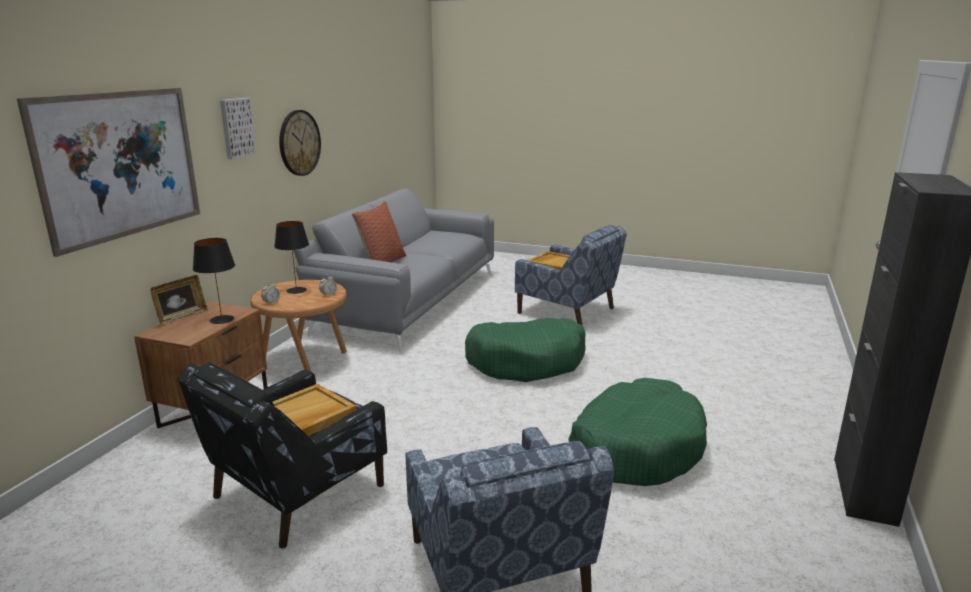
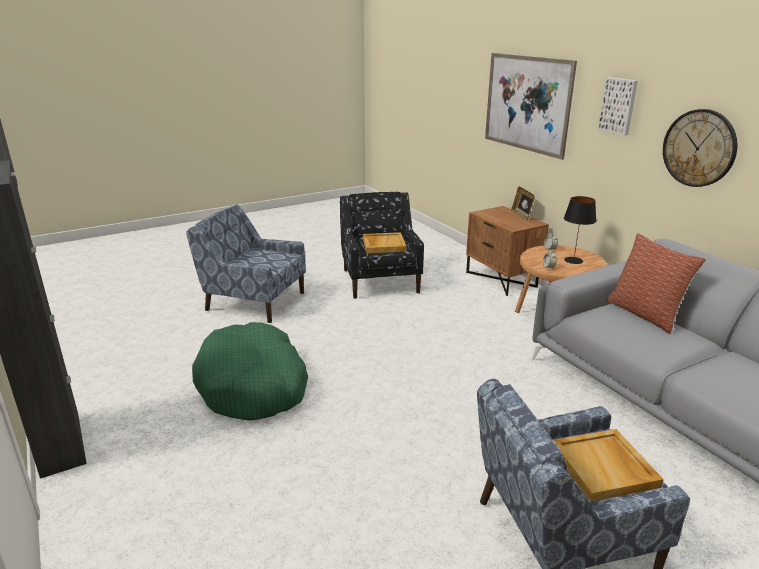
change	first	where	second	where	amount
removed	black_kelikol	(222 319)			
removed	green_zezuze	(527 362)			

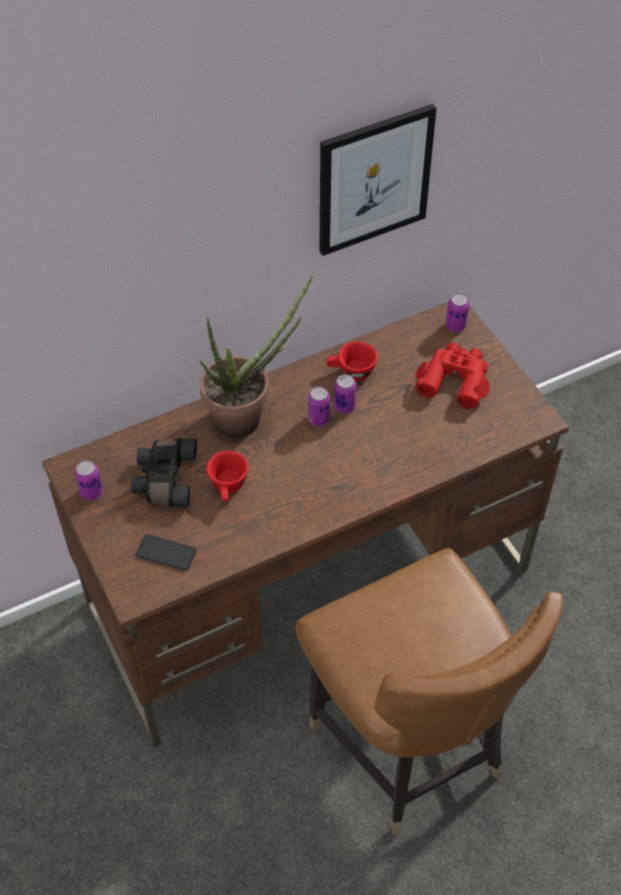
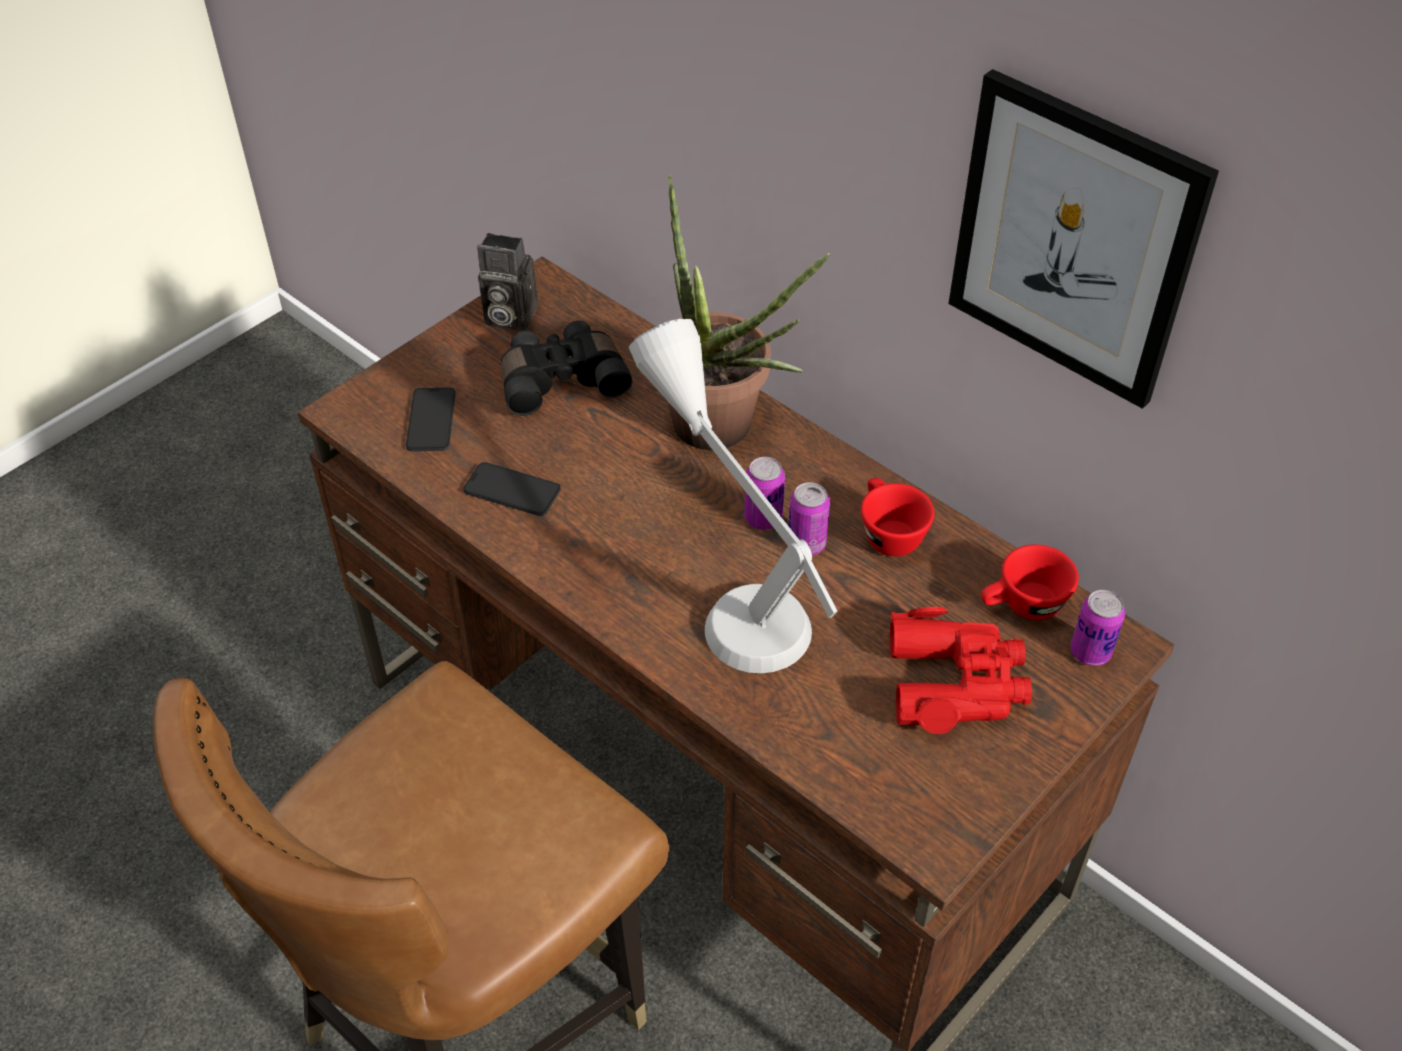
change	first	where	second	where	amount
replaced	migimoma	(91 492)	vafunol	(507 316)	
moved	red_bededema	(229 487)		(1022 606)	
added			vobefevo	(512 490)	
added			grey_kelikol	(731 591)	

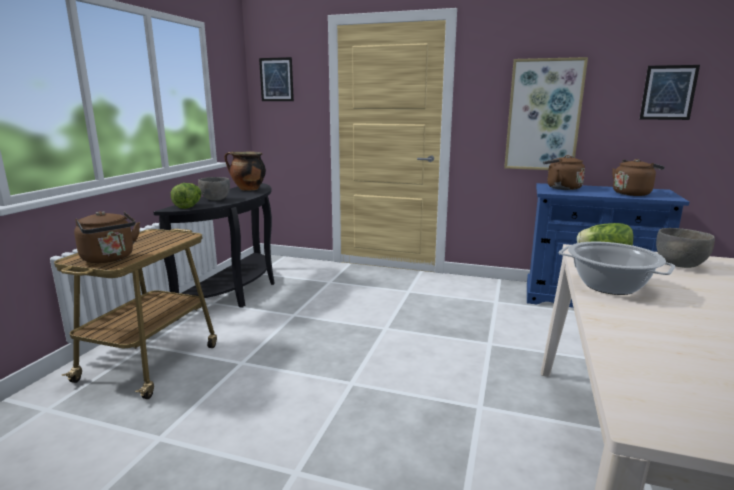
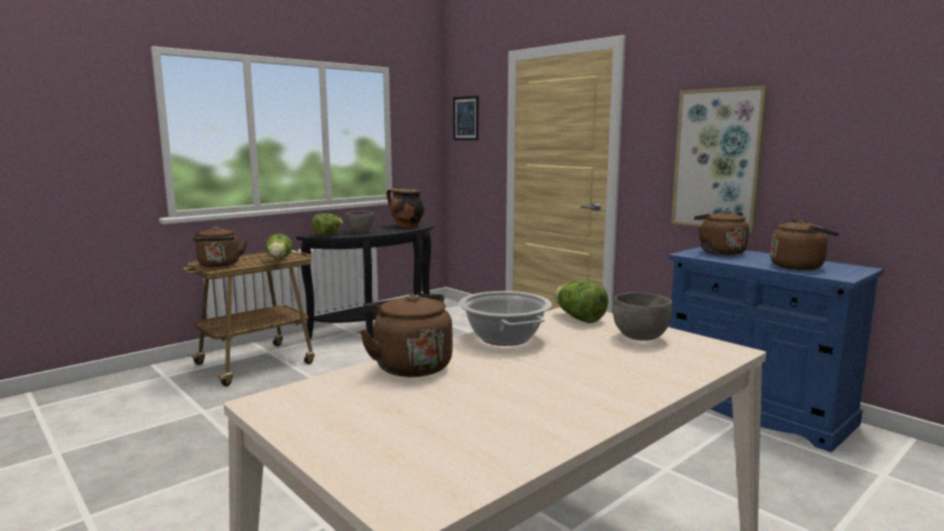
change	first	where	second	where	amount
removed	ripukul	(668 92)			
added			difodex	(279 259)	
added			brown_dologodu	(410 366)	

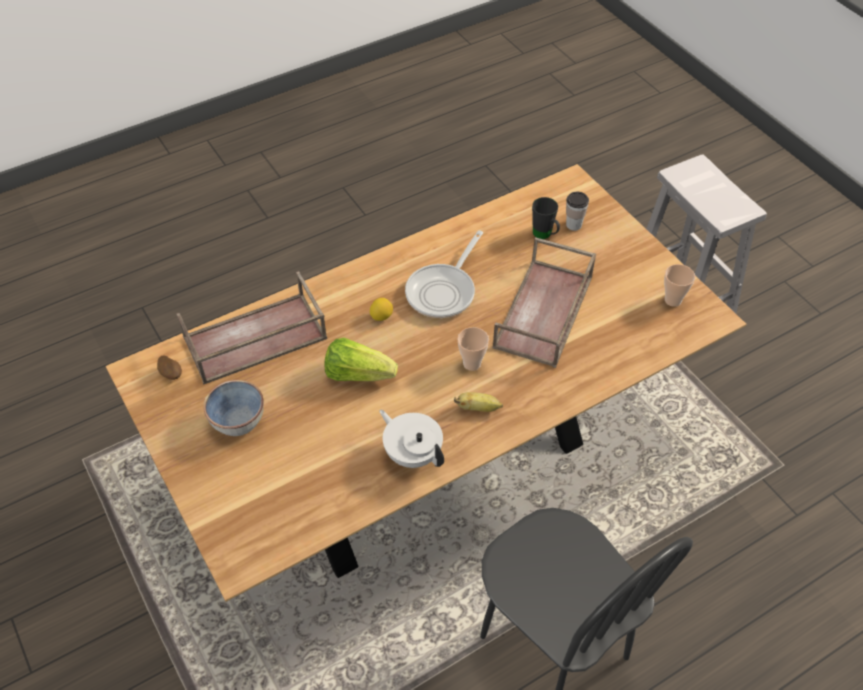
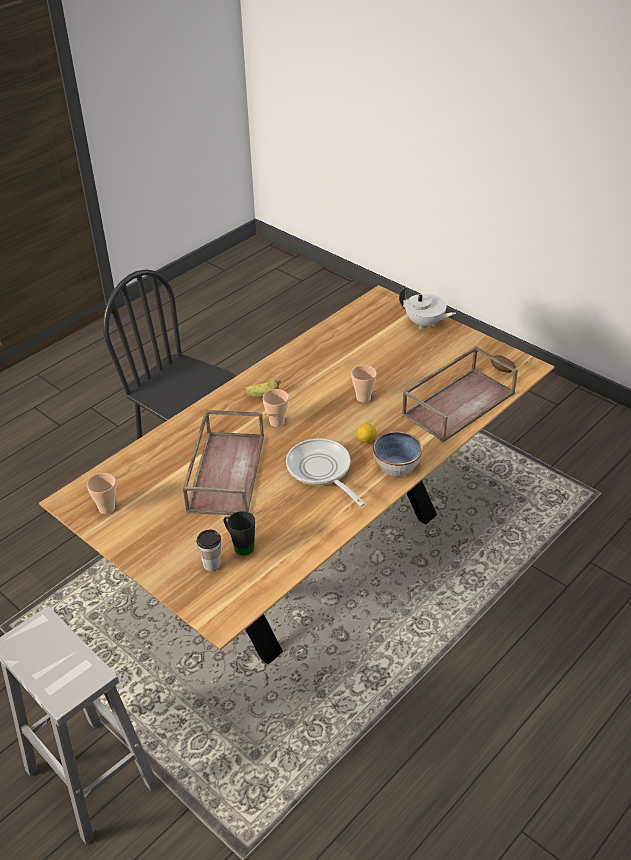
change	first	where	second	where	amount
moved	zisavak	(237 421)		(397 466)	
replaced	difodex	(358 374)	bededema	(363 398)	
moved	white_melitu	(412 453)		(425 323)	
turned	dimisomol	(444 291)		(321 471)	45 degrees counterclockwise

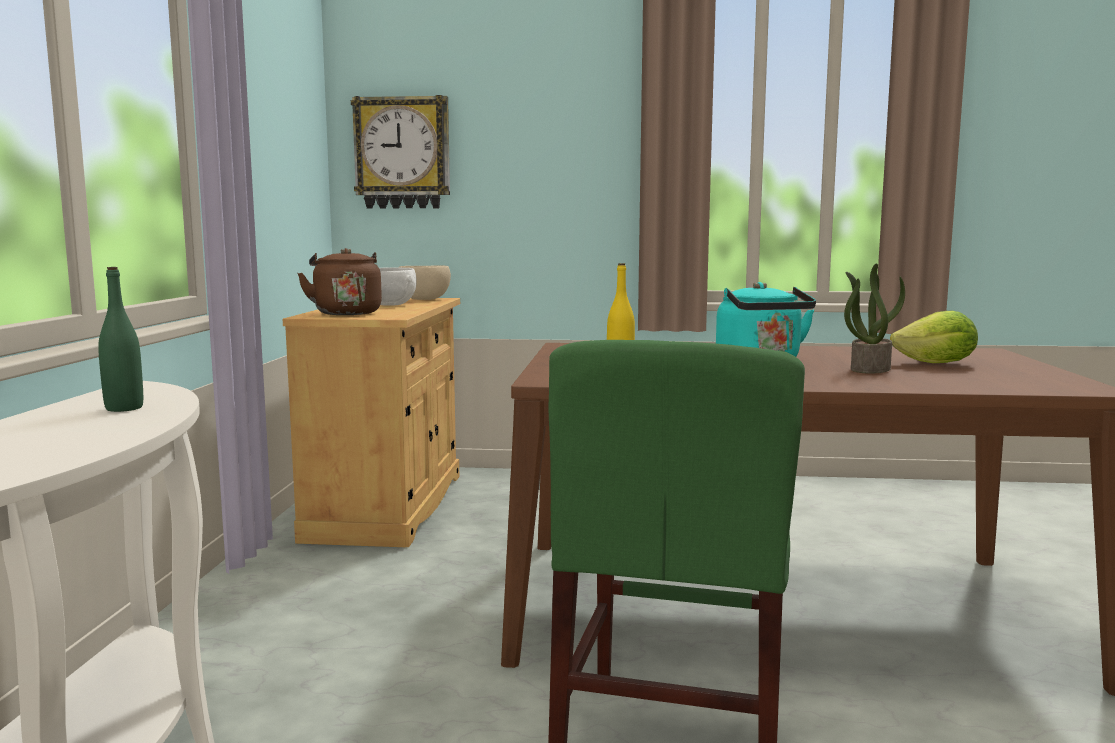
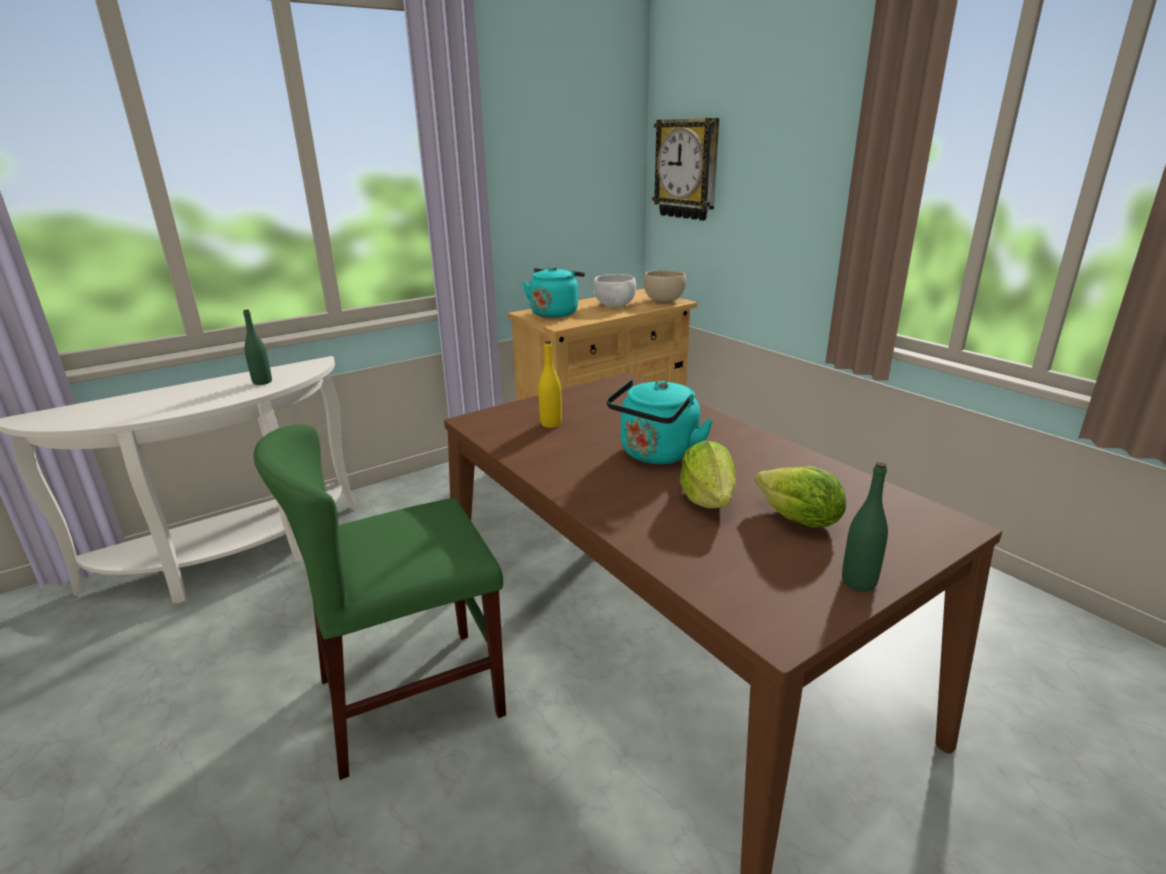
change	first	where	second	where	amount
recoloured	brown_dologodu	(346 313)	turquoise_dologodu	(555 313)	
replaced	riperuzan	(869 369)	difodex	(708 499)	
added			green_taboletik	(858 582)	

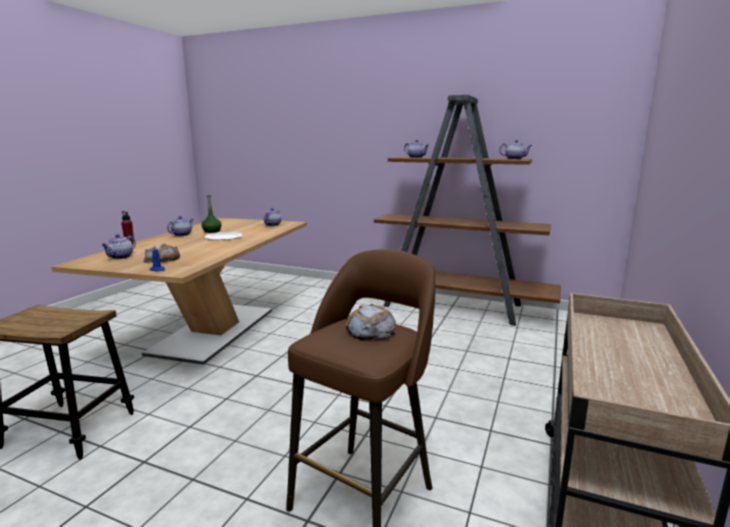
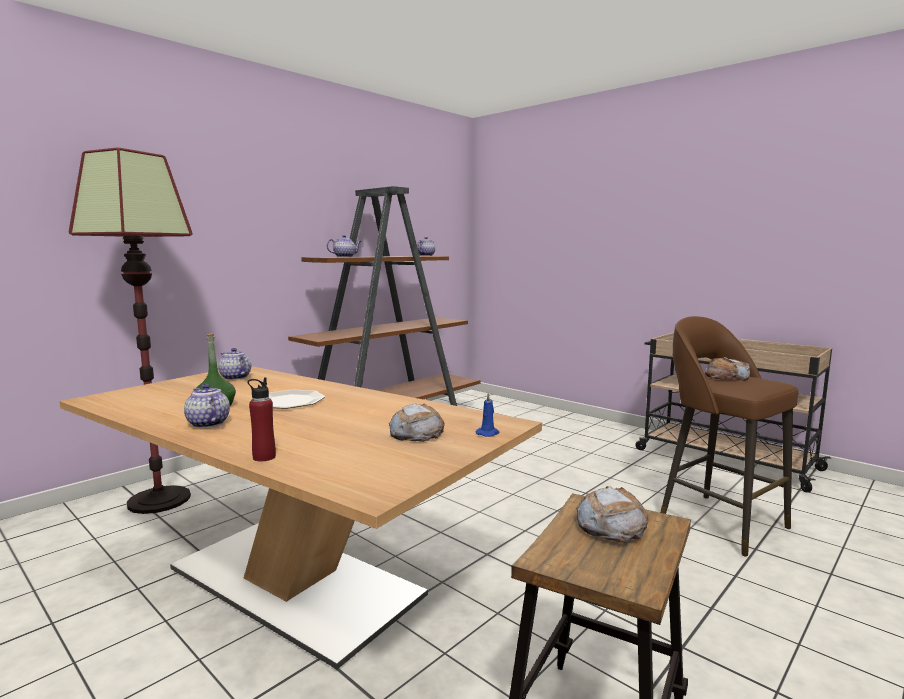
change	first	where	second	where	amount
removed	melitu	(120 257)			
added			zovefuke	(159 500)	
added			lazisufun	(610 523)	

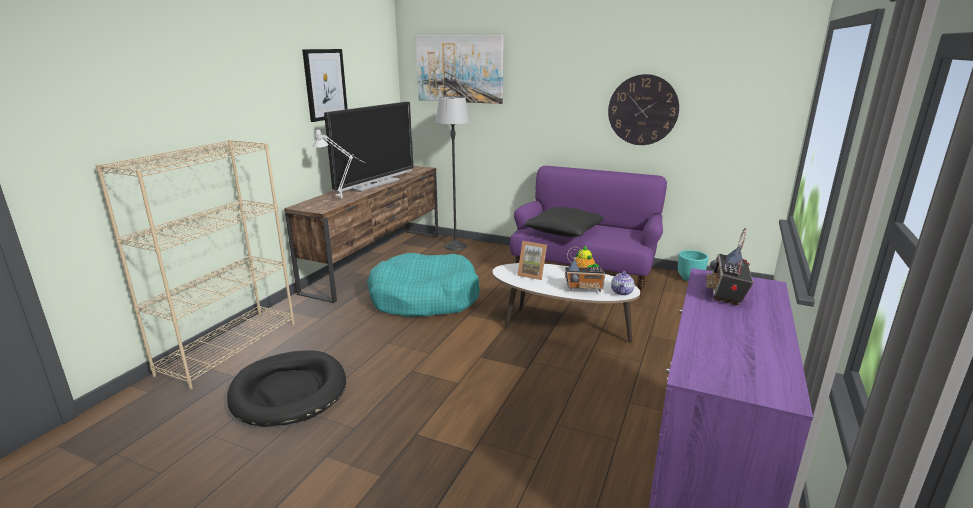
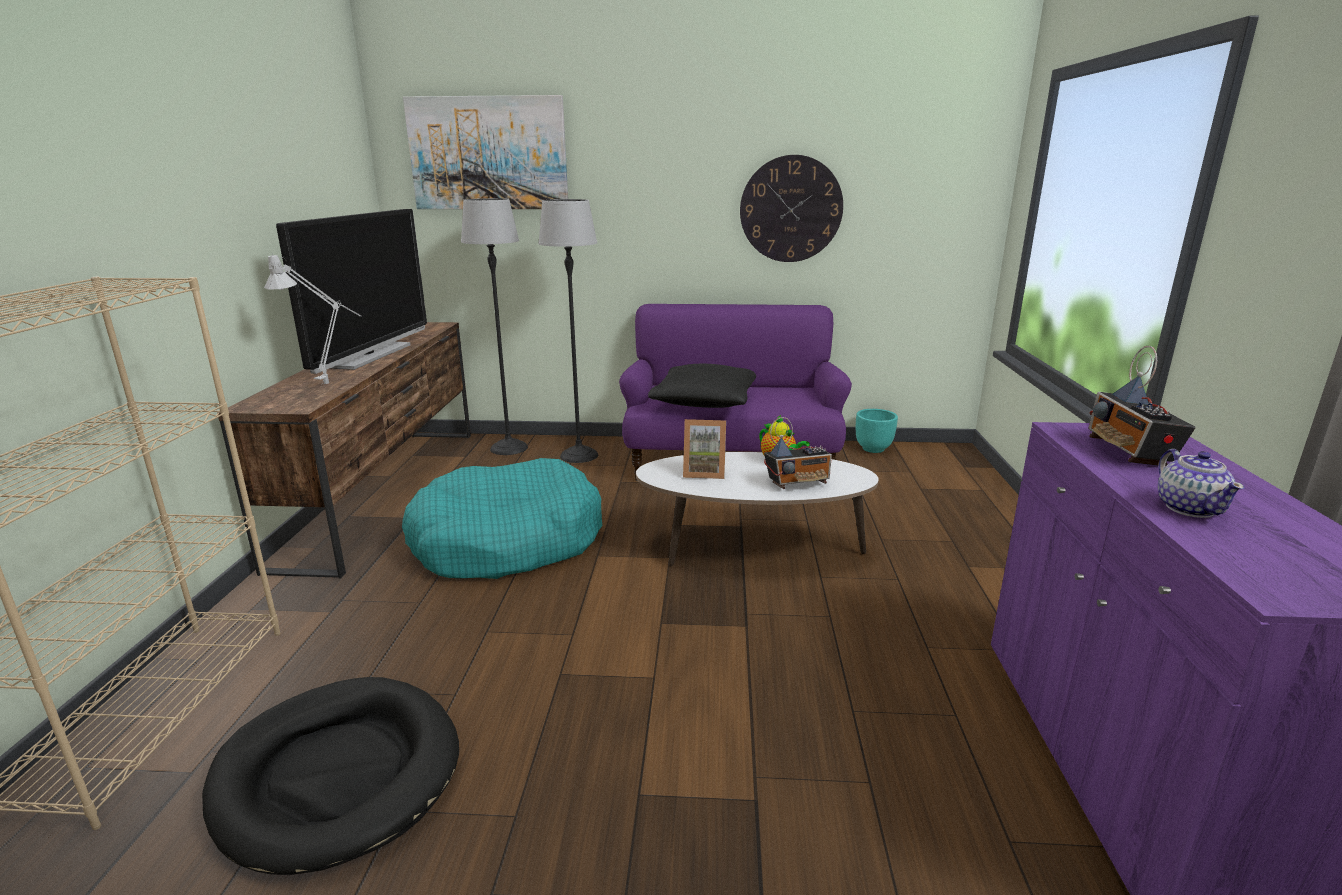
change	first	where	second	where	amount
removed	ripukul	(325 84)			
moved	melitu	(622 292)		(1189 508)	
added			zovefuke	(579 455)	

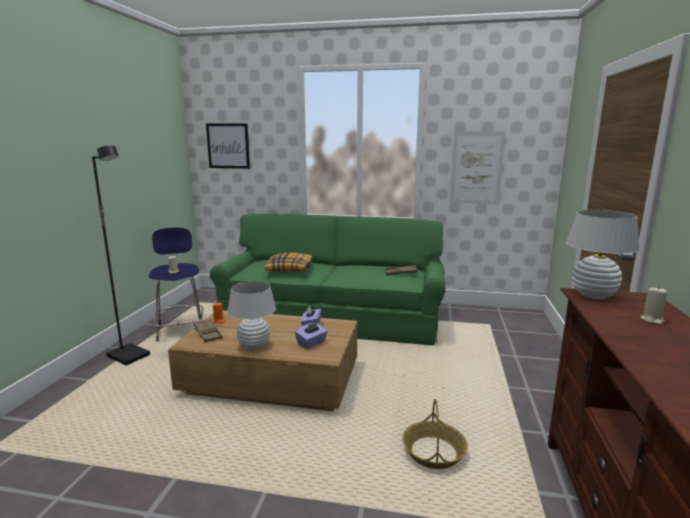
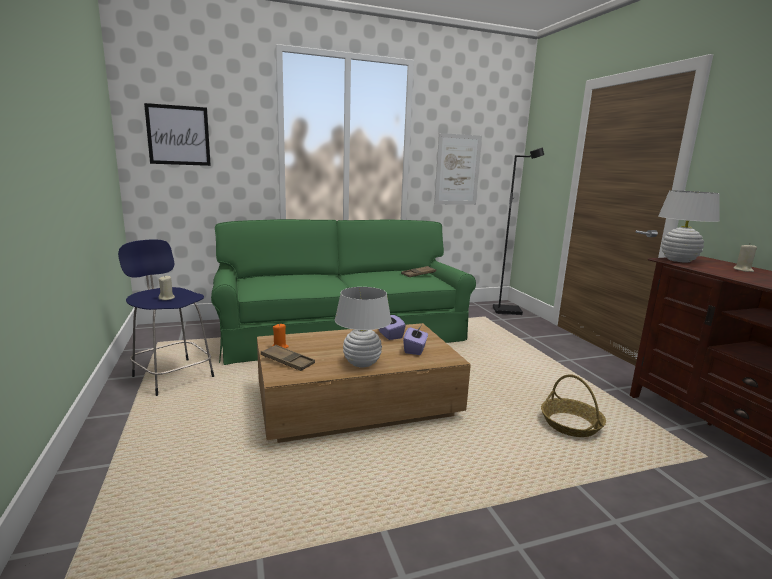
change	first	where	second	where	amount
moved	black_zovefuke	(129 356)		(507 311)	
removed	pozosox	(290 269)			

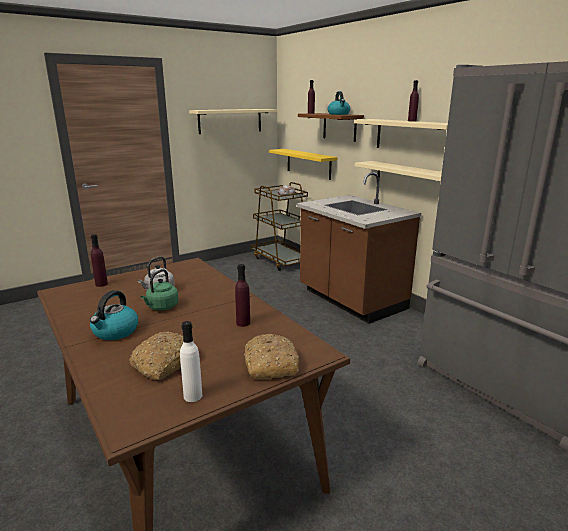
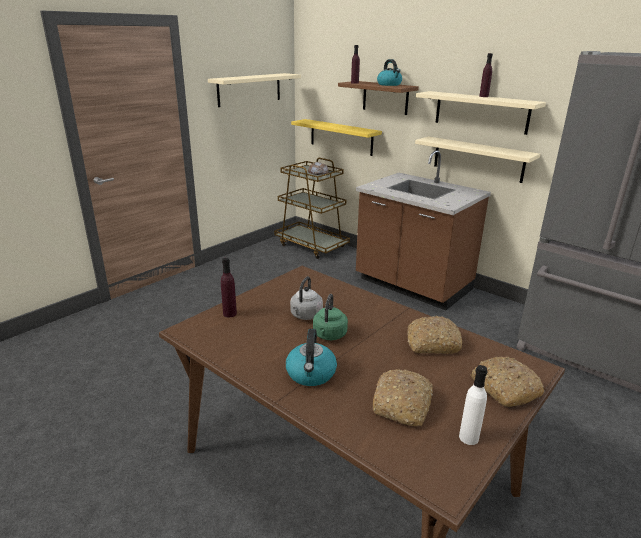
change	first	where	second	where	amount
replaced	purple_taboletik	(243 323)	lazisufun	(432 343)	

